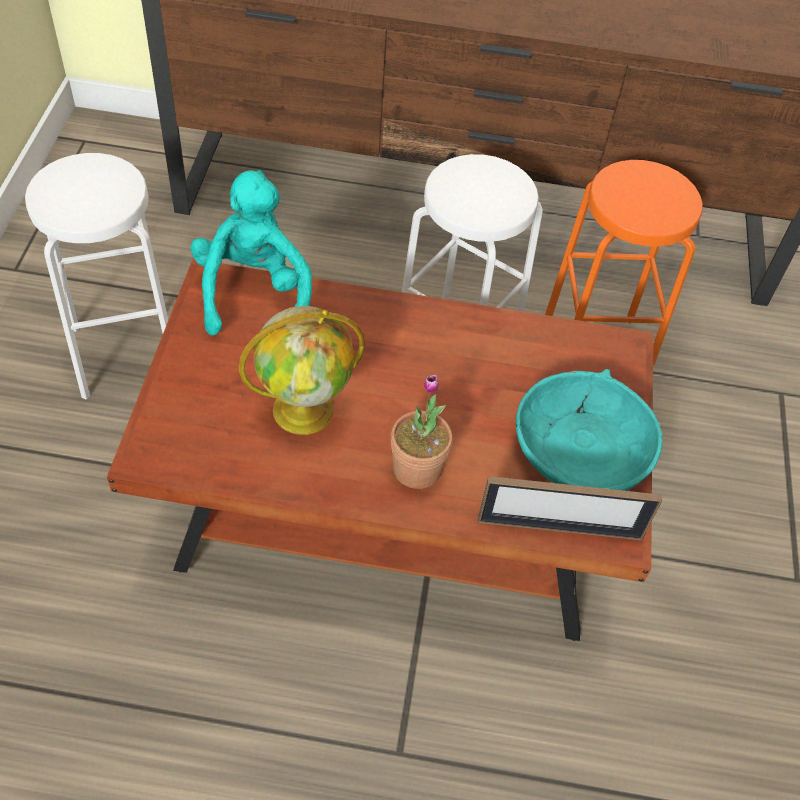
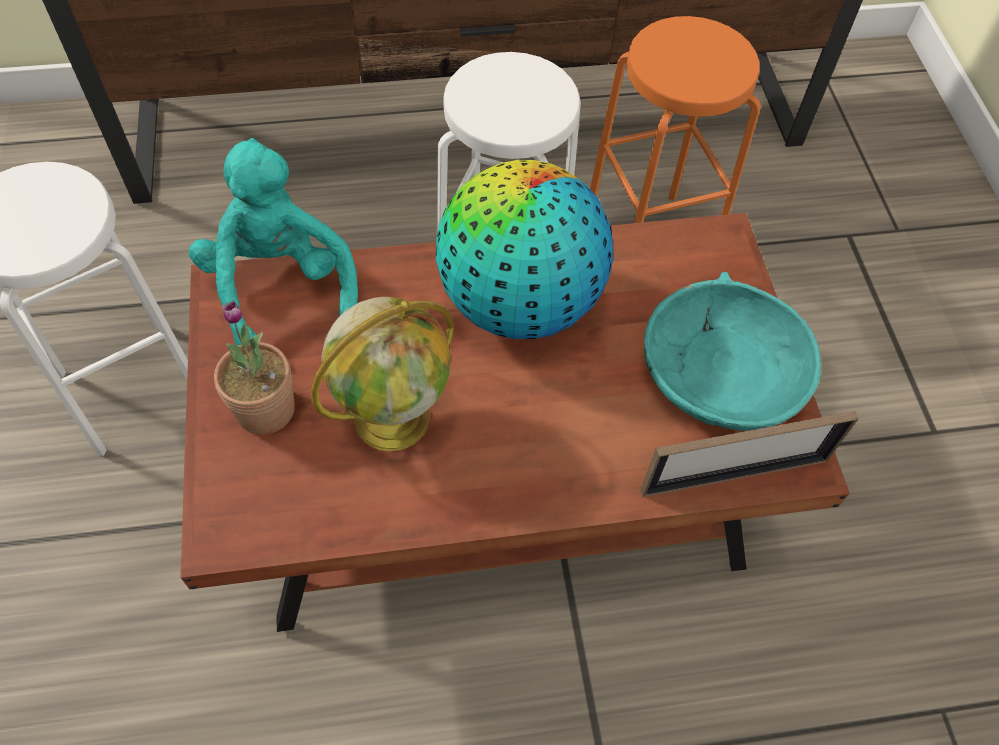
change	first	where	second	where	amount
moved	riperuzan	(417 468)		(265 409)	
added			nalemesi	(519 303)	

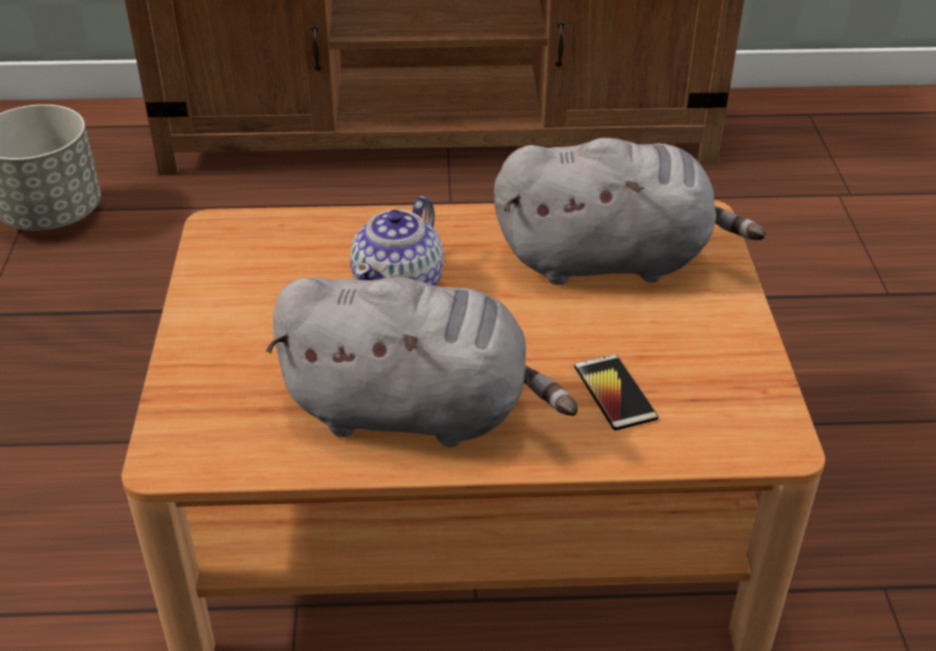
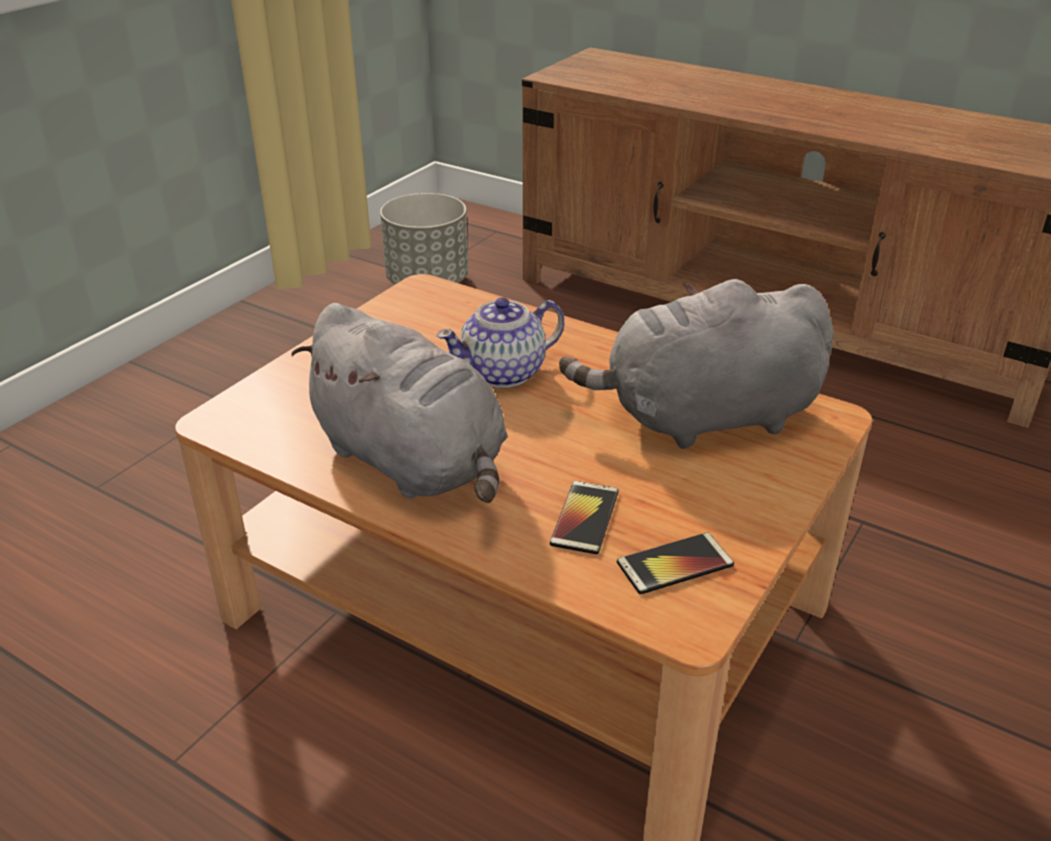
change	first	where	second	where	amount
turned	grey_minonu	(611 260)		(703 418)	135 degrees clockwise
added			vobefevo	(674 564)	

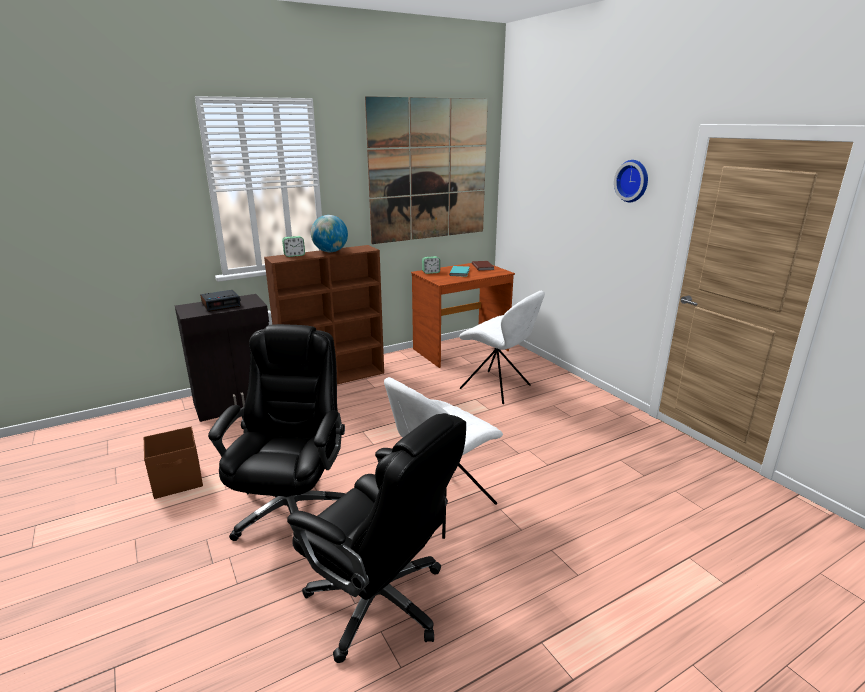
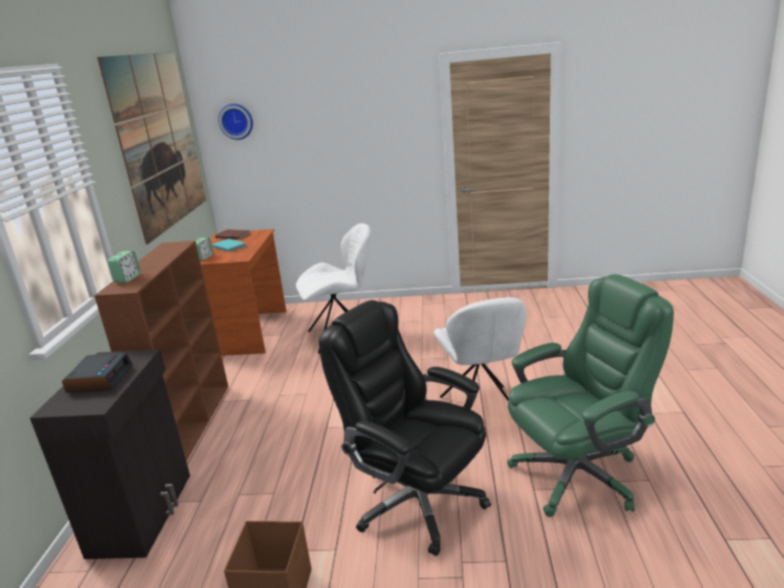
change	first	where	second	where	amount
recoloured	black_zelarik	(380 602)	green_zelarik	(579 474)	
removed	nalemesi	(330 252)			
moved	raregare	(633 181)		(236 121)	

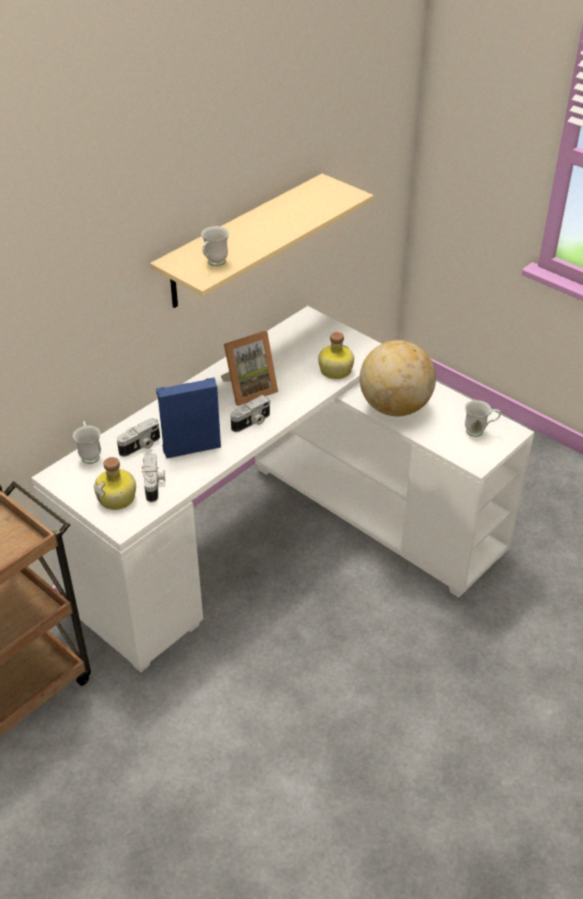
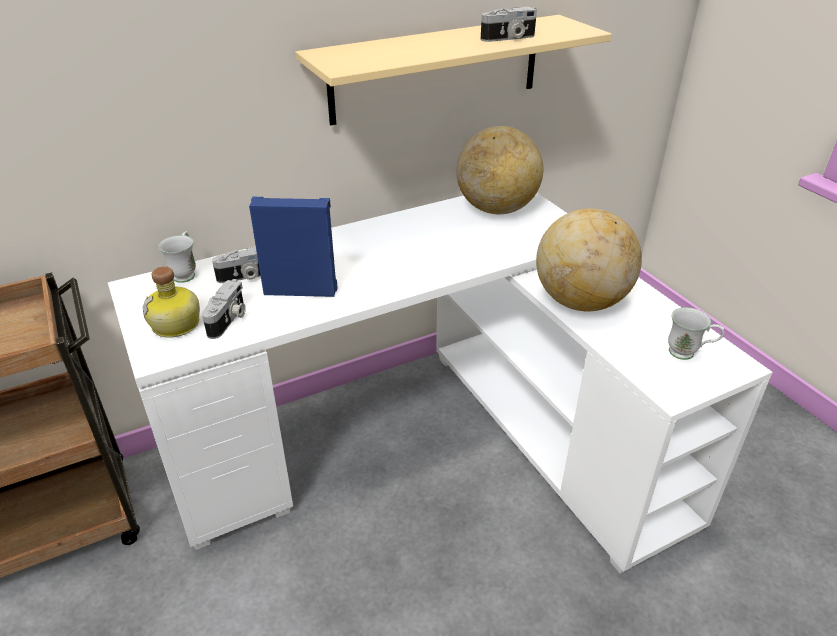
change	first	where	second	where	amount
removed	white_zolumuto	(214 264)			
removed	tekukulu	(249 389)			
moved	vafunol	(252 422)		(509 38)	
removed	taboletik	(334 371)			
added			nalemesi	(497 209)	

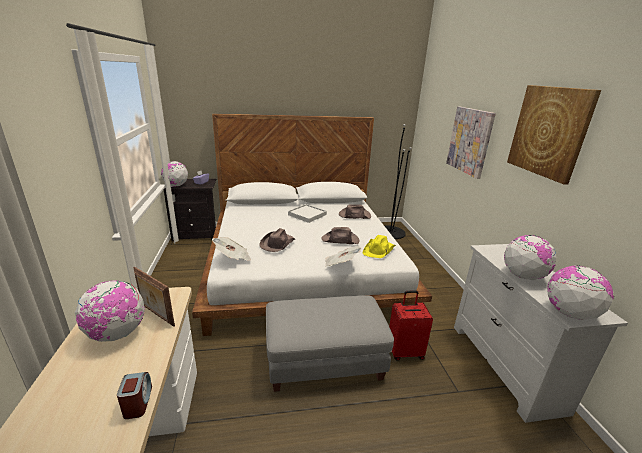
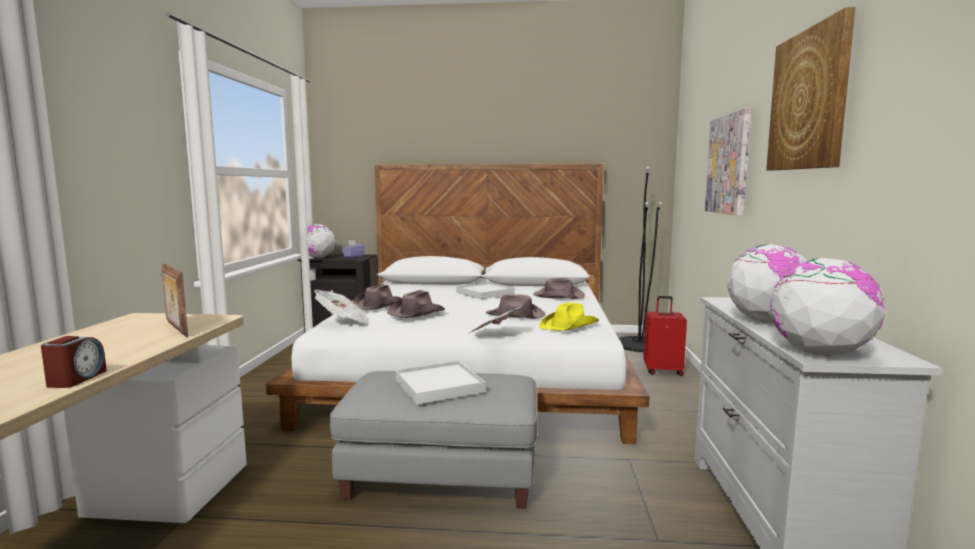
change	first	where	second	where	amount
removed	nalemesi	(117 334)			
moved	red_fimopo	(405 351)		(663 371)	
added			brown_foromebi	(377 304)	
added			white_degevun	(439 386)	

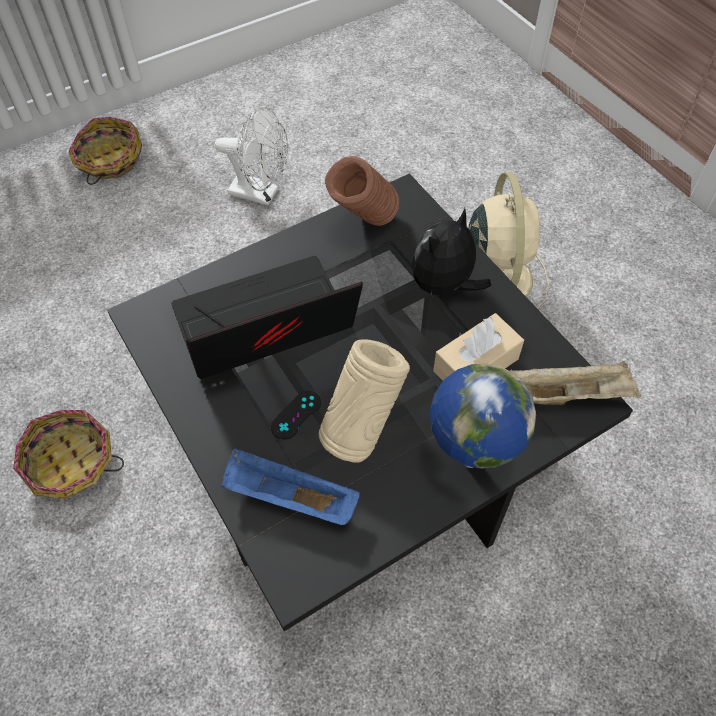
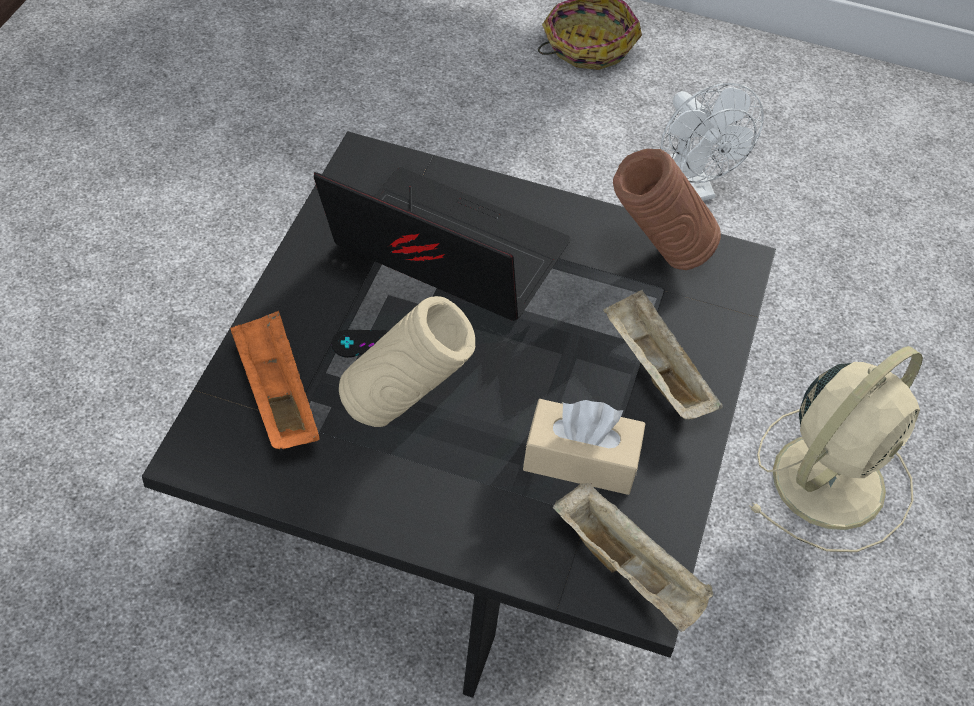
change	first	where	second	where	amount
removed	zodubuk	(72 464)			
recoloured	blue_degevun	(288 498)	orange_degevun	(275 396)	
replaced	minonu	(444 286)	beige_degevun	(654 371)	
removed	nalemesi	(468 460)			

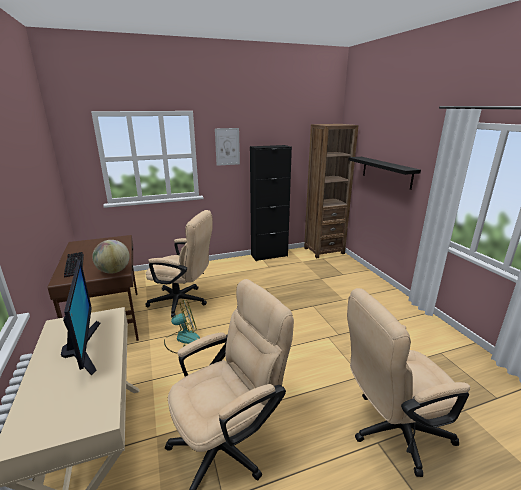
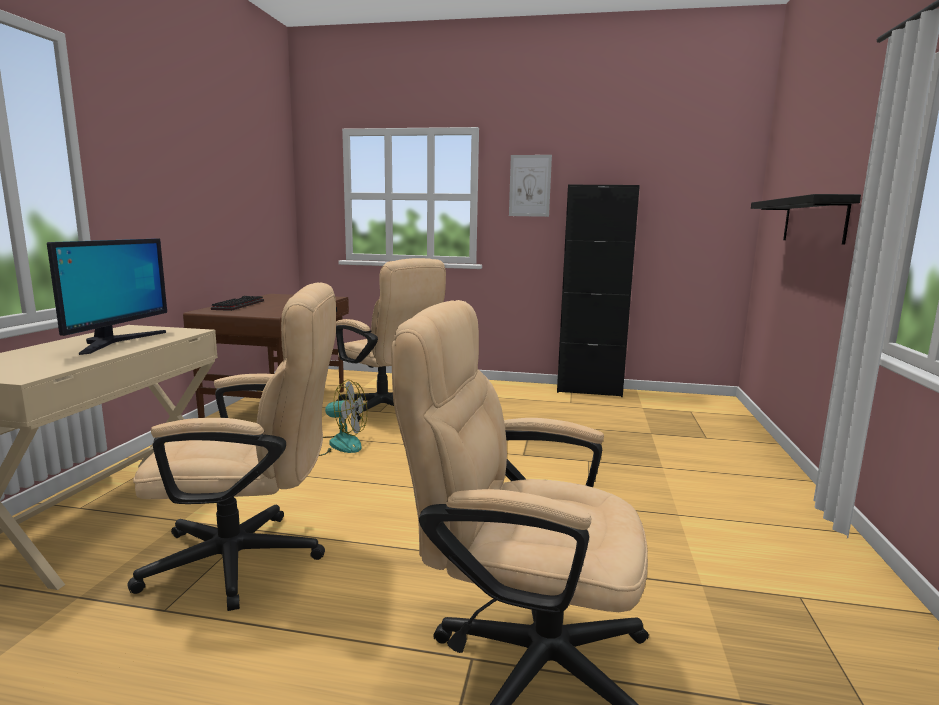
change	first	where	second	where	amount
removed	nalemesi	(114 271)			
removed	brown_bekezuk	(323 251)			

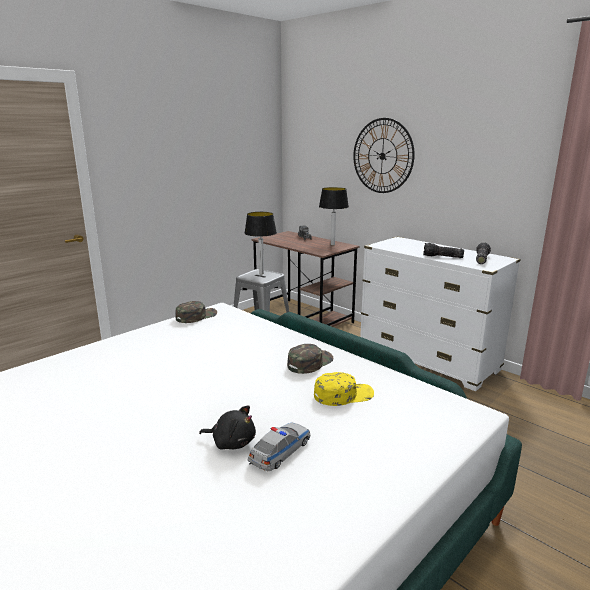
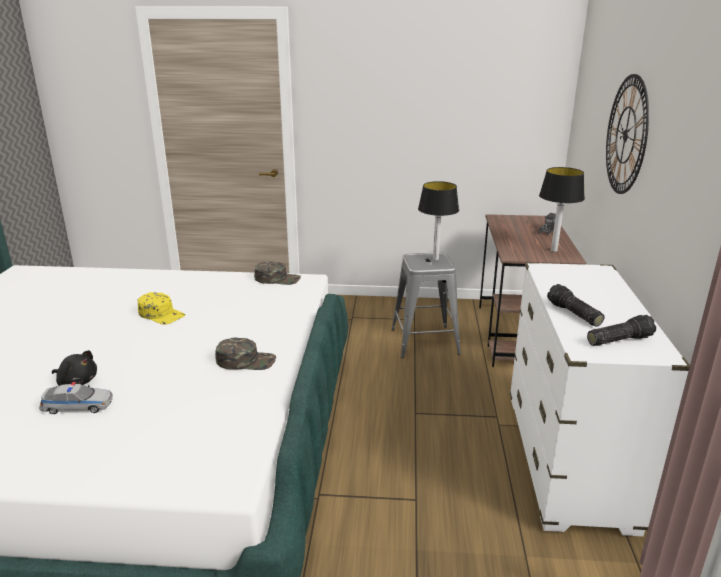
change	first	where	second	where	amount
turned	black_minonu	(232 442)		(77 382)	45 degrees counterclockwise
moved	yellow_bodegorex	(343 395)		(161 314)	

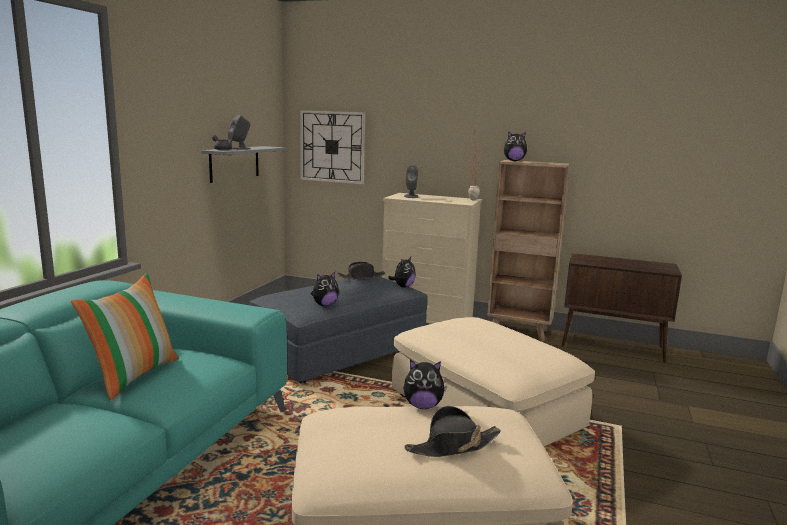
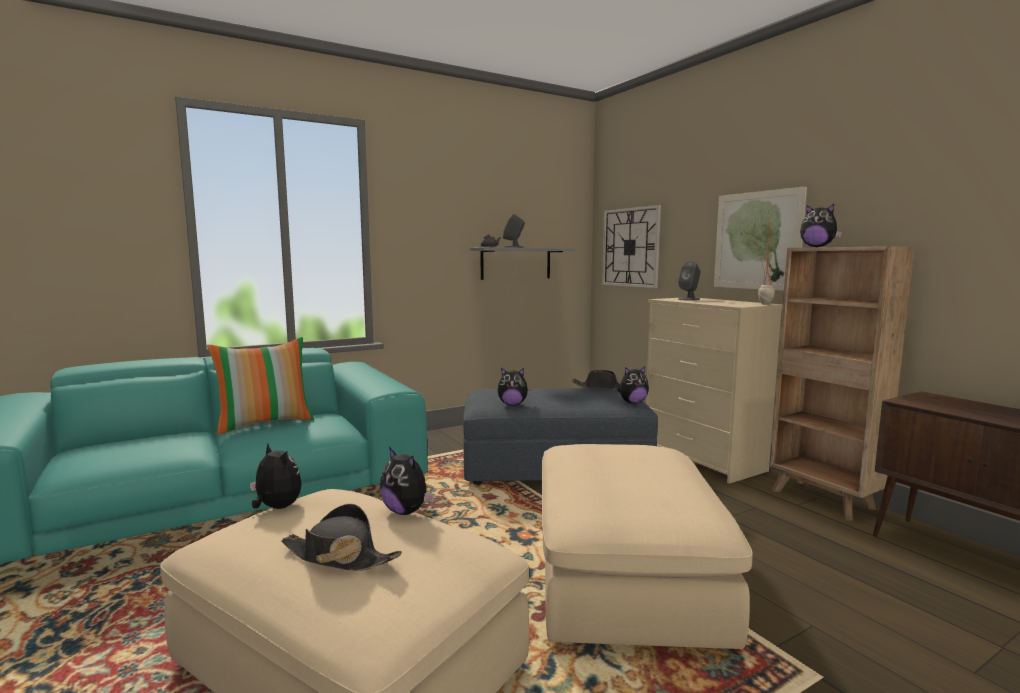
change	first	where	second	where	amount
added			minonu	(276 508)	
added			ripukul	(757 240)	

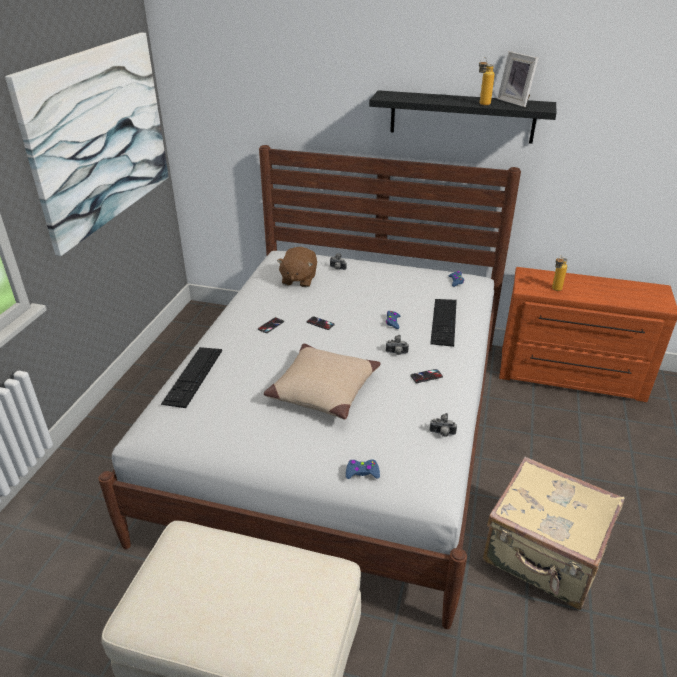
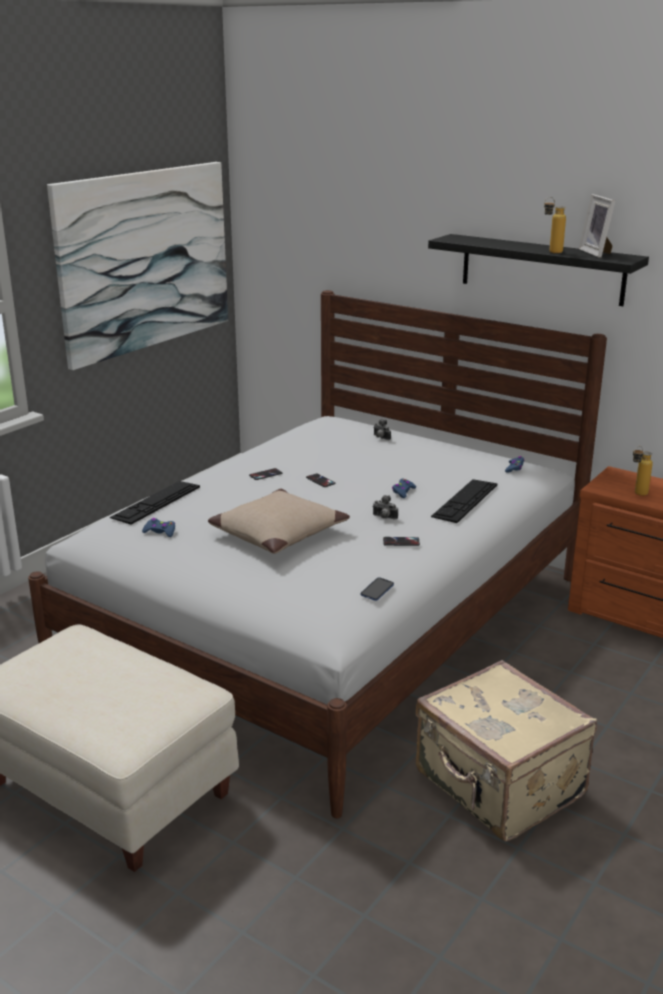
change	first	where	second	where	amount
removed	brown_minonu	(298 279)			
moved	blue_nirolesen	(362 472)		(160 531)	
replaced	vafunol	(442 434)	vobefevo	(377 590)	

